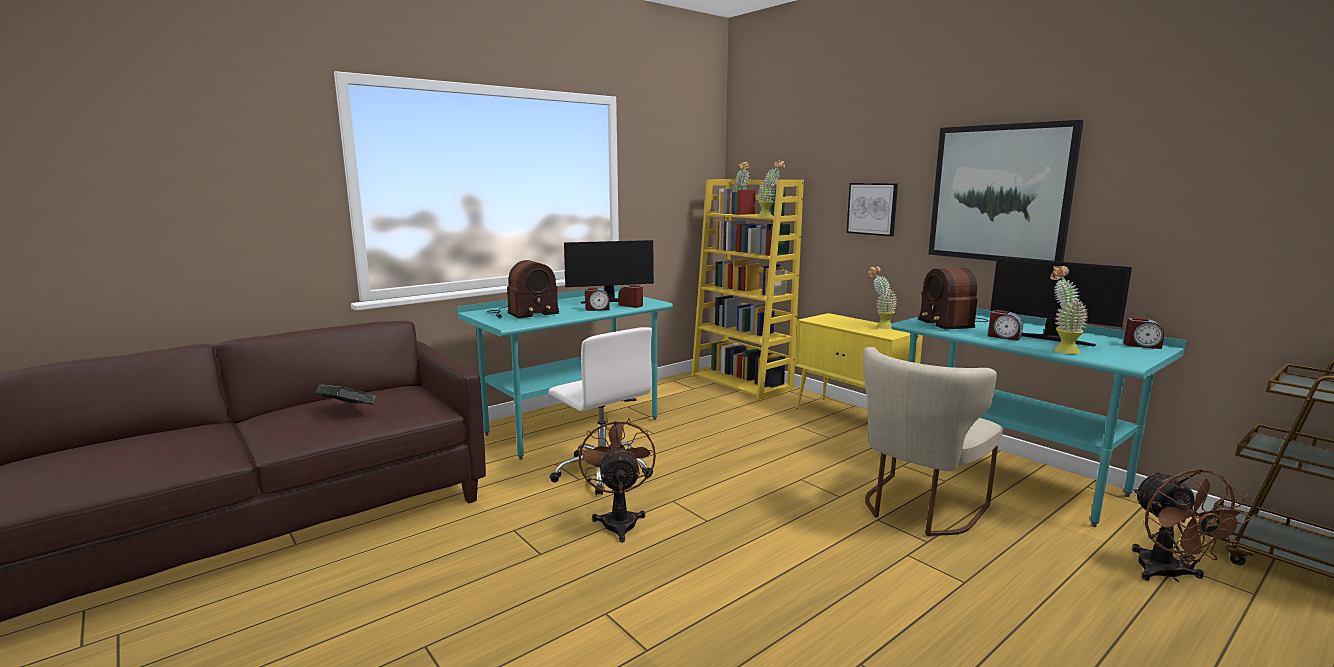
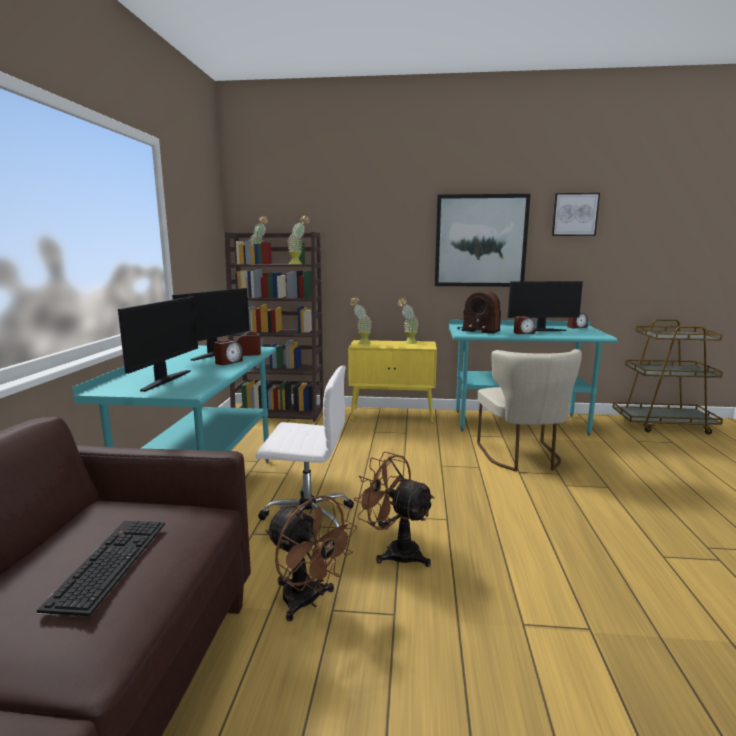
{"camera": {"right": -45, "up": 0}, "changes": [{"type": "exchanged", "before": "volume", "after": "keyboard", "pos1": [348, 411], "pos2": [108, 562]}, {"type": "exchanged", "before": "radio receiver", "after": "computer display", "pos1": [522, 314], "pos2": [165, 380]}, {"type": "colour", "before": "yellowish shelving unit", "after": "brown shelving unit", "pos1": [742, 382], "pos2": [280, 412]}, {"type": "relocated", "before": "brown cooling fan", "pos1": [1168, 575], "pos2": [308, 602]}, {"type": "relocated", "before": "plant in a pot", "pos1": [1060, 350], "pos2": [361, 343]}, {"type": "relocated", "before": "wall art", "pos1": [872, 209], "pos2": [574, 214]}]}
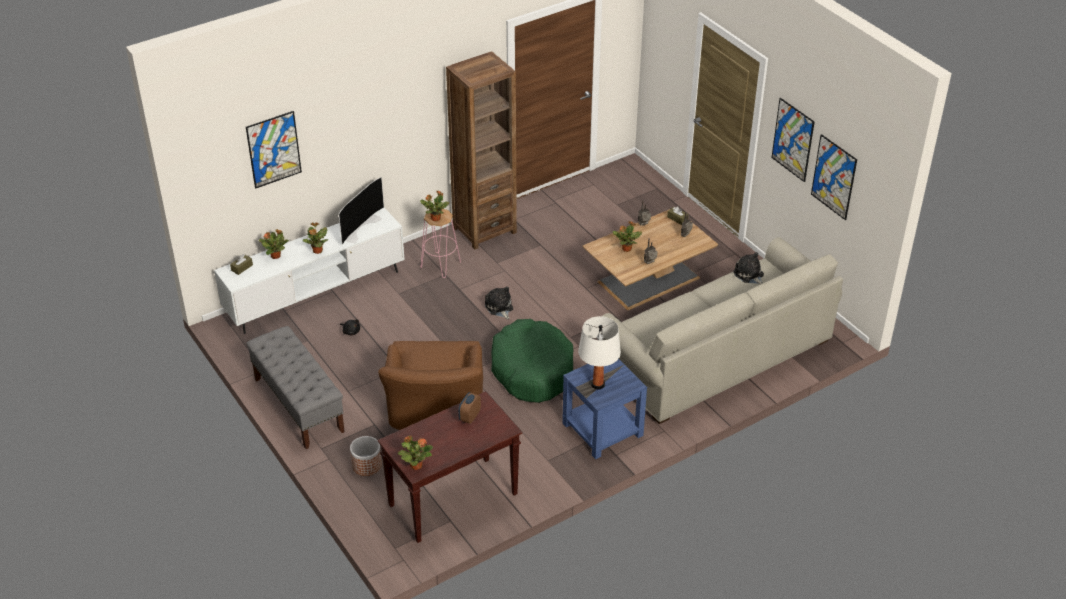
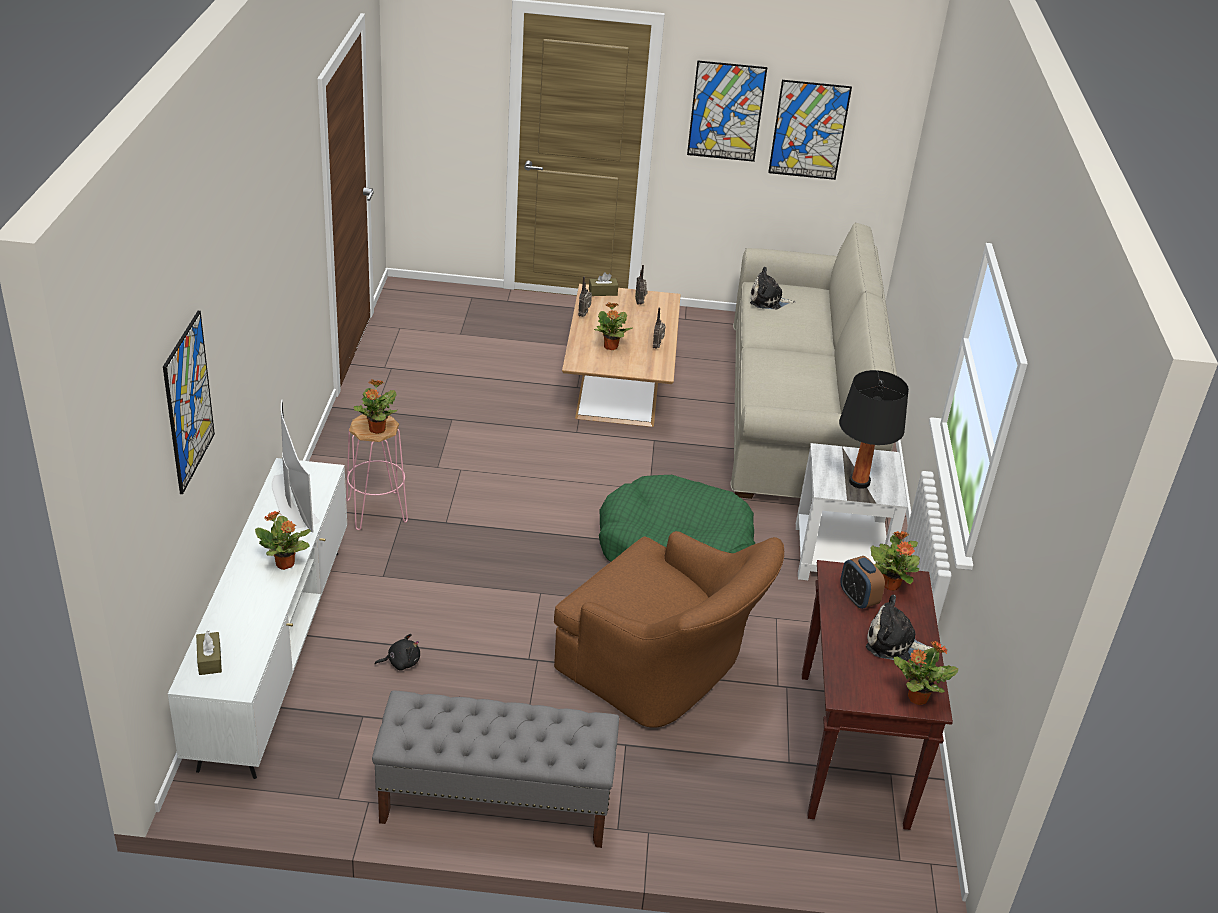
{"camera": {"right": -55, "up": -5}, "changes": [{"type": "colour", "before": "blue accent table", "after": "whitish accent table", "pos1": [602, 430], "pos2": [841, 556]}, {"type": "colour", "before": "whitish lamp for a table", "after": "blackish lamp for a table", "pos1": [598, 384], "pos2": [859, 482]}, {"type": "relocated", "before": "plush toy", "pos1": [499, 308], "pos2": [894, 643]}, {"type": "relocated", "before": "plant in a pot", "pos1": [276, 256], "pos2": [890, 584]}, {"type": "missing", "before": "plant pot", "pos1": [366, 465]}, {"type": "missing", "before": "brown shelving unit", "pos1": [484, 230]}]}
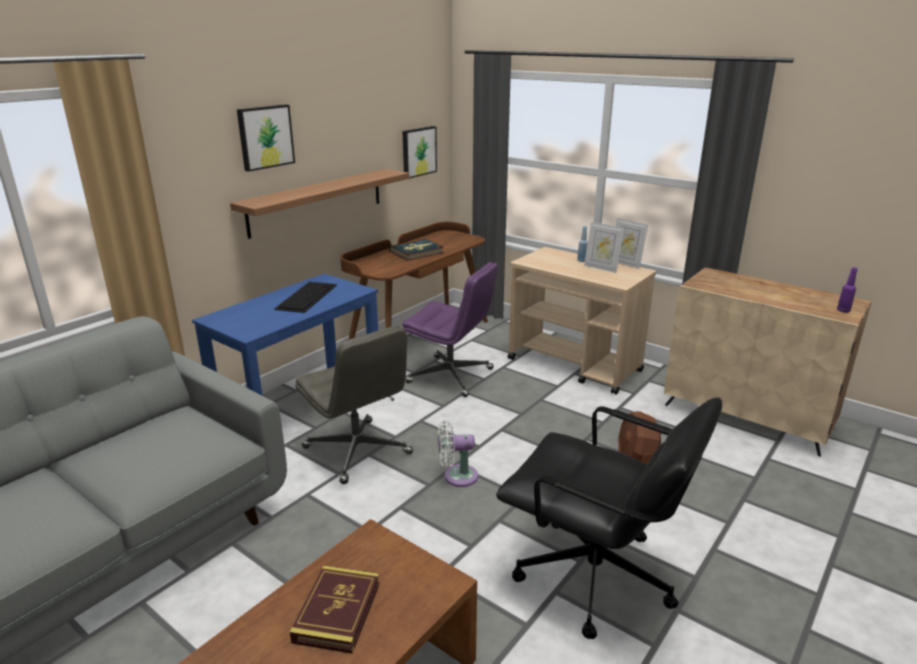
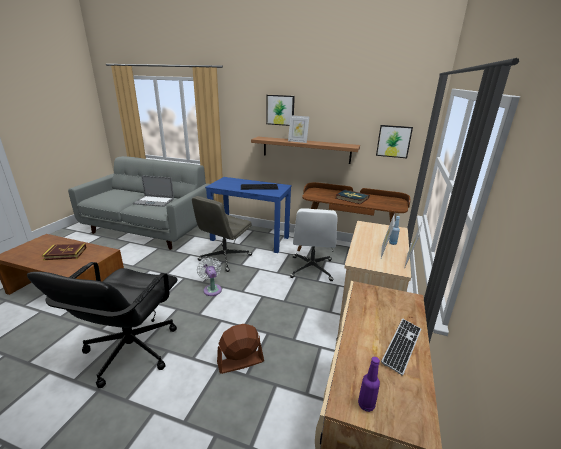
{"camera": {"right": 70, "up": 0}, "changes": [{"type": "appeared", "after": "portable computer", "pos2": [154, 201]}, {"type": "appeared", "after": "standing frame", "pos2": [297, 141]}, {"type": "colour", "before": "purple-coloured desk chair", "after": "whitish desk chair", "pos1": [451, 376], "pos2": [311, 269]}, {"type": "appeared", "after": "keyboard", "pos2": [402, 346]}]}
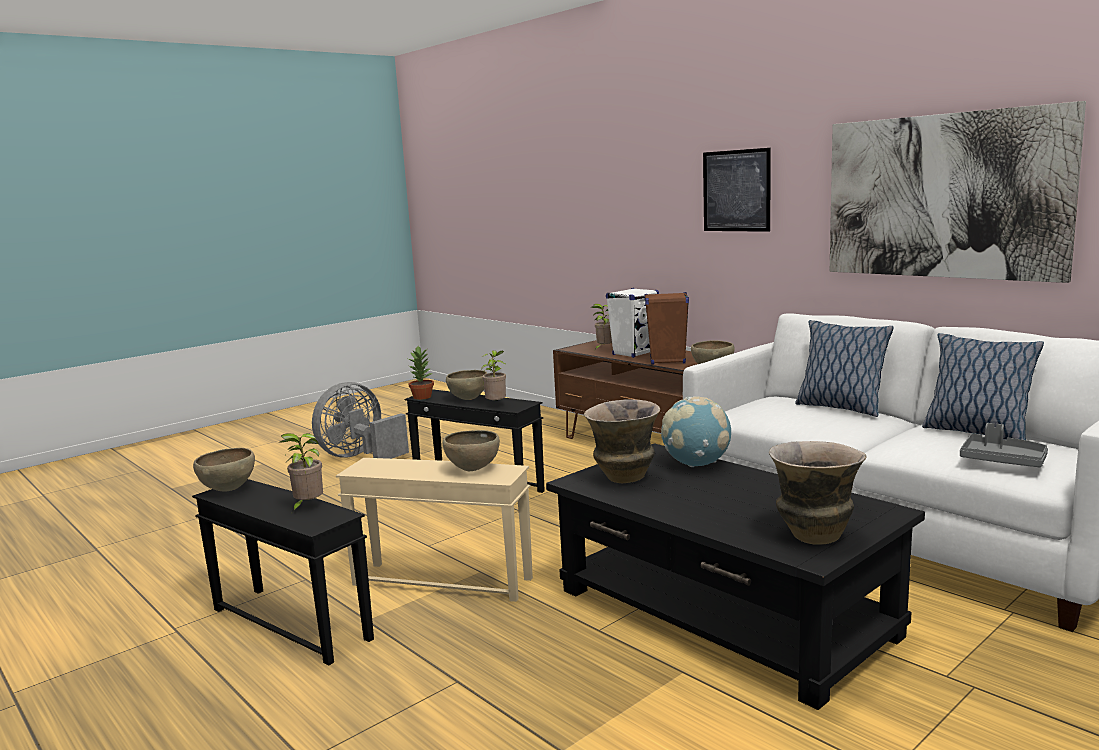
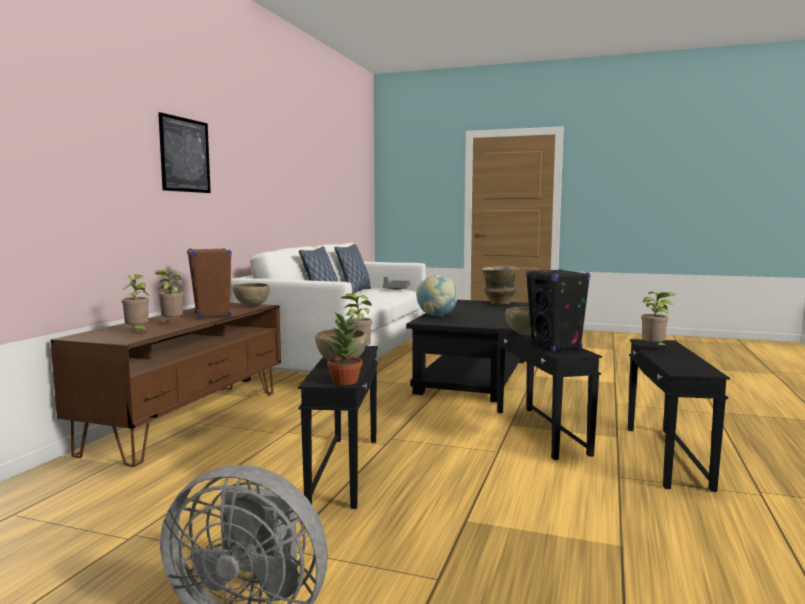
{"camera": {"right": -120, "up": -5}, "changes": [{"type": "exchanged", "before": "whitish loudspeaker", "after": "plant in a pot", "pos1": [633, 353], "pos2": [171, 323]}, {"type": "colour", "before": "beige accent table", "after": "blackish accent table", "pos1": [442, 581], "pos2": [539, 431]}, {"type": "appeared", "after": "blackish loudspeaker", "pos2": [556, 346]}, {"type": "missing", "before": "brown bowl", "pos1": [228, 490]}, {"type": "missing", "before": "decorative vase", "pos1": [624, 478]}, {"type": "missing", "before": "wall art", "pos1": [943, 196]}]}
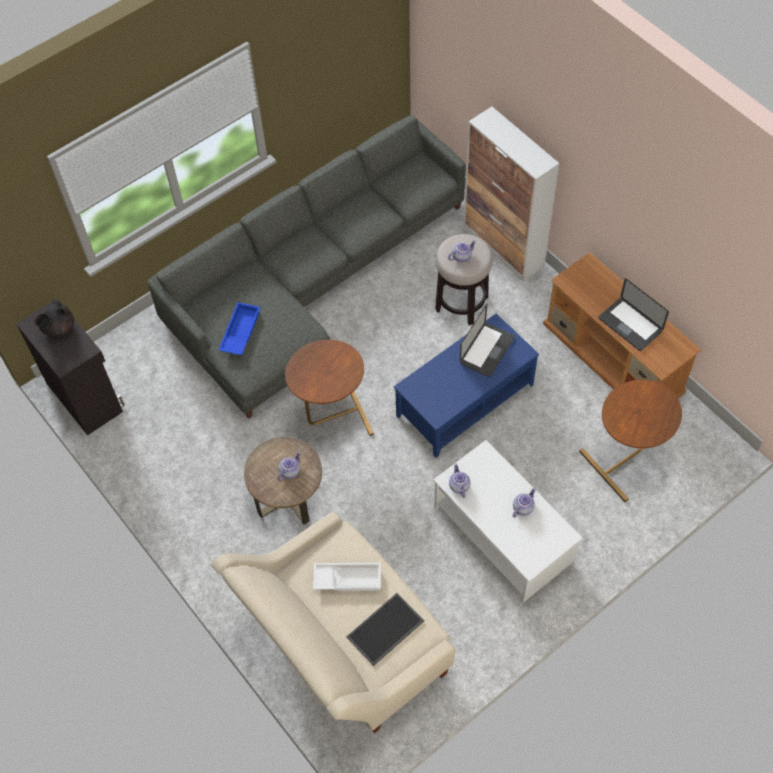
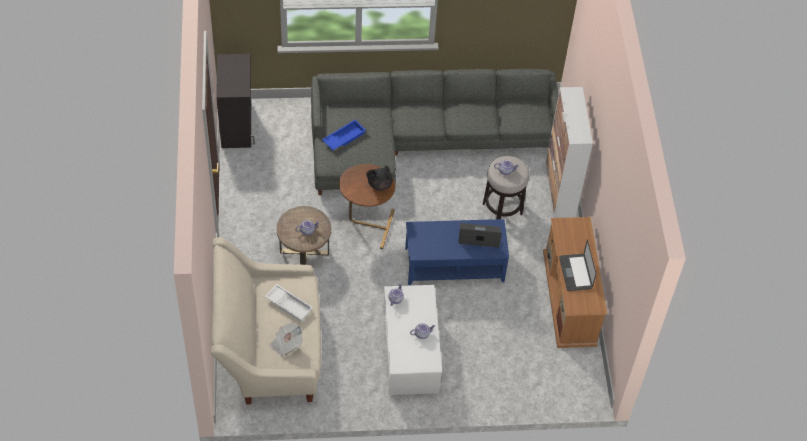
{"camera": {"right": 30, "up": -5}, "changes": [{"type": "exchanged", "before": "tray", "after": "daily paper", "pos1": [385, 630], "pos2": [286, 344]}, {"type": "relocated", "before": "blackish tea pot", "pos1": [58, 328], "pos2": [379, 184]}, {"type": "spun", "before": "portable computer", "pos1": [487, 350], "pos2": [479, 236], "turn": -150}, {"type": "missing", "before": "brown accent table", "pos1": [626, 460]}]}
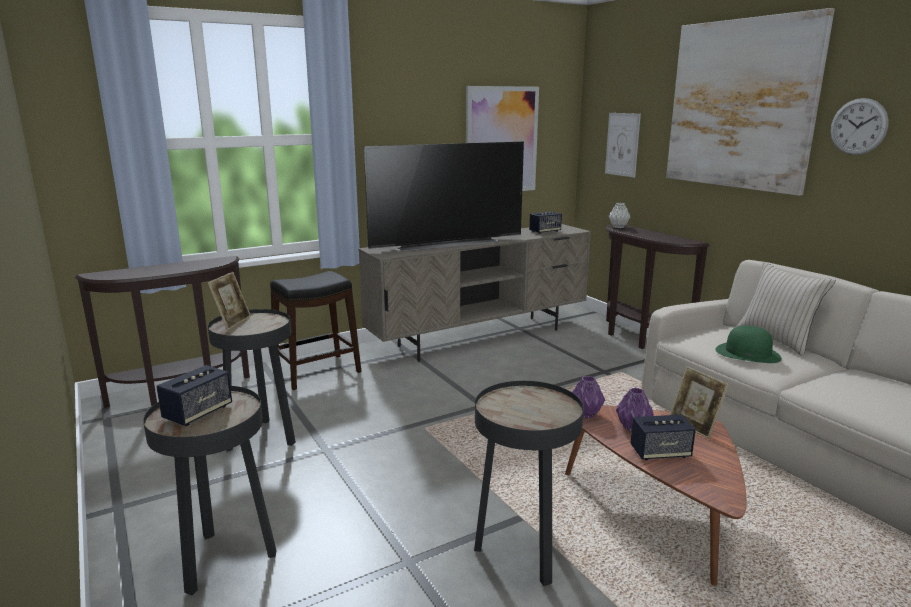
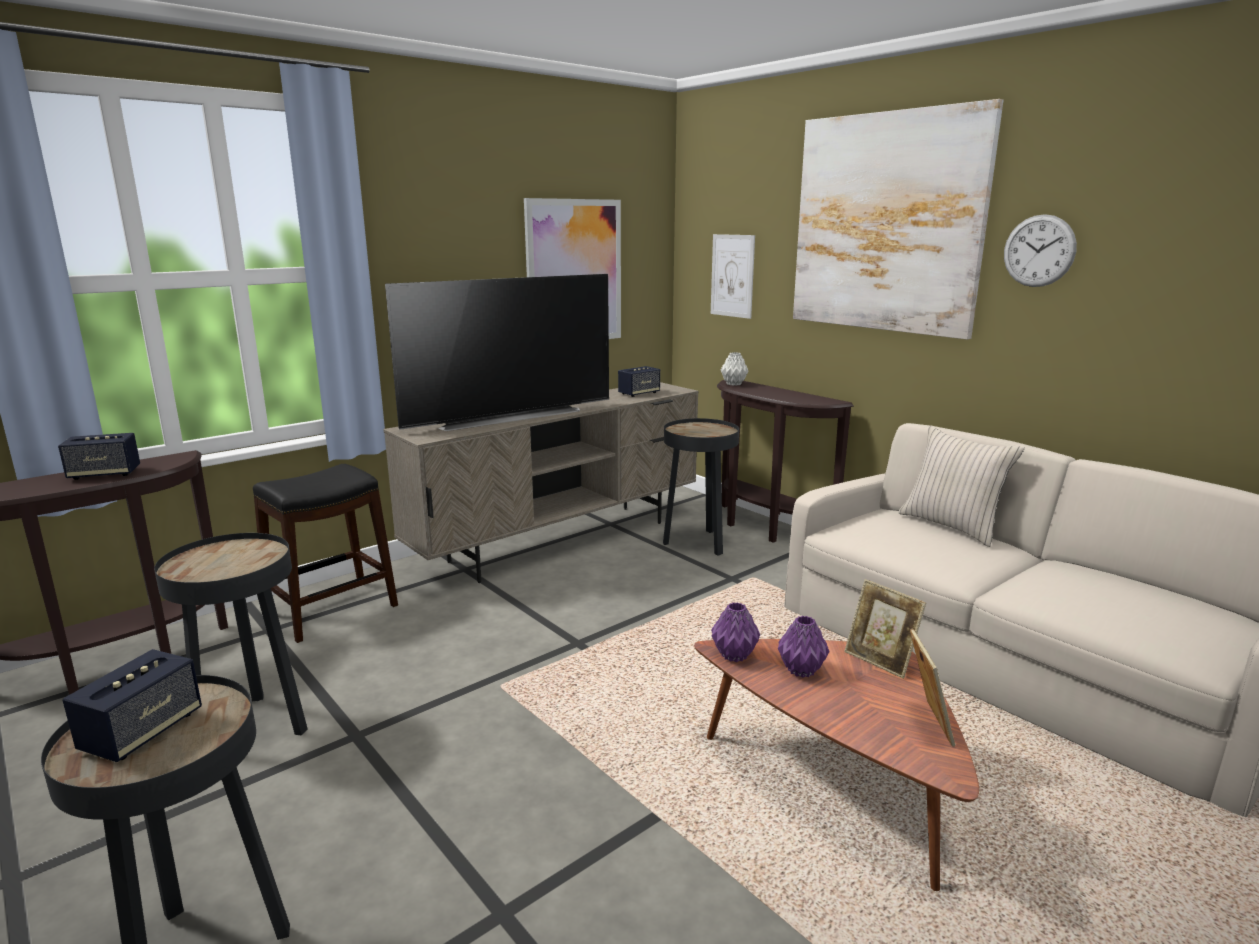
{"camera": {"right": -10, "up": 0}, "changes": [{"type": "relocated", "before": "loudspeaker", "pos1": [660, 453], "pos2": [104, 474]}, {"type": "relocated", "before": "blackish accent table", "pos1": [522, 553], "pos2": [697, 544]}, {"type": "relocated", "before": "standing frame", "pos1": [232, 322], "pos2": [926, 722]}, {"type": "missing", "before": "green wearable hat", "pos1": [748, 353]}]}
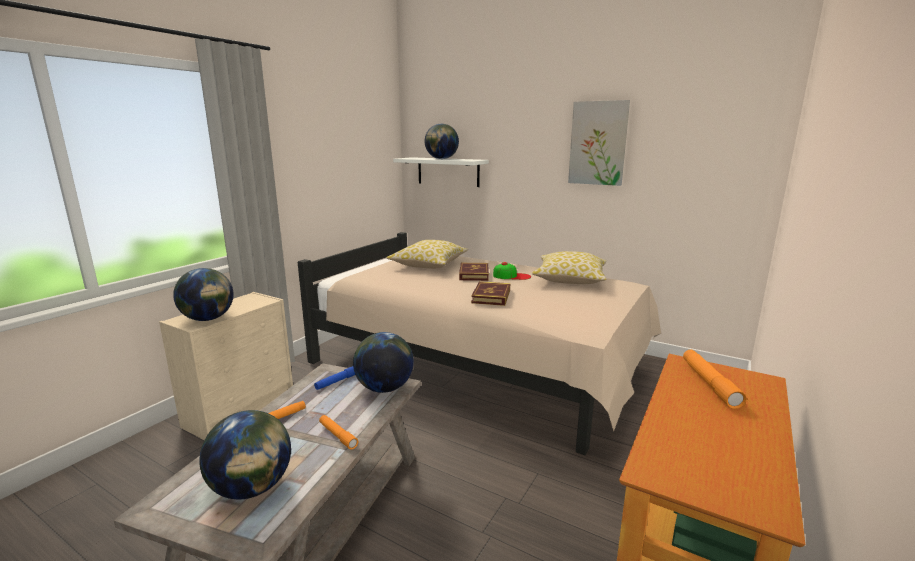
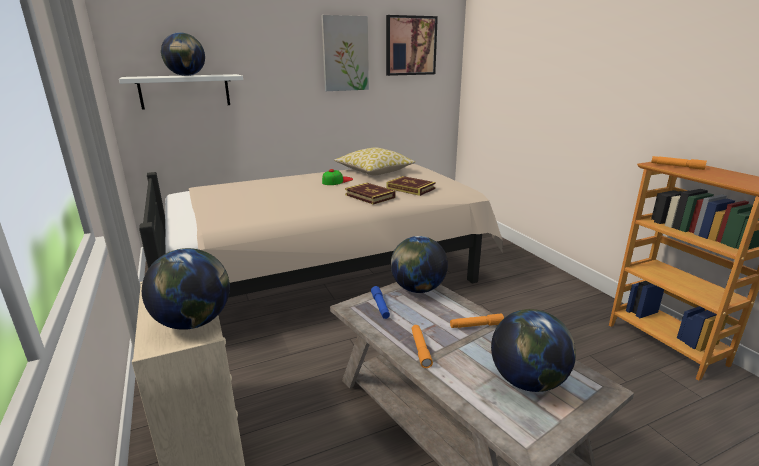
{"camera": {"right": -55, "up": 5}, "changes": [{"type": "appeared", "after": "wall art", "pos2": [410, 46]}, {"type": "relocated", "before": "volume", "pos1": [474, 274], "pos2": [410, 188]}, {"type": "missing", "before": "cushion", "pos1": [428, 264]}]}
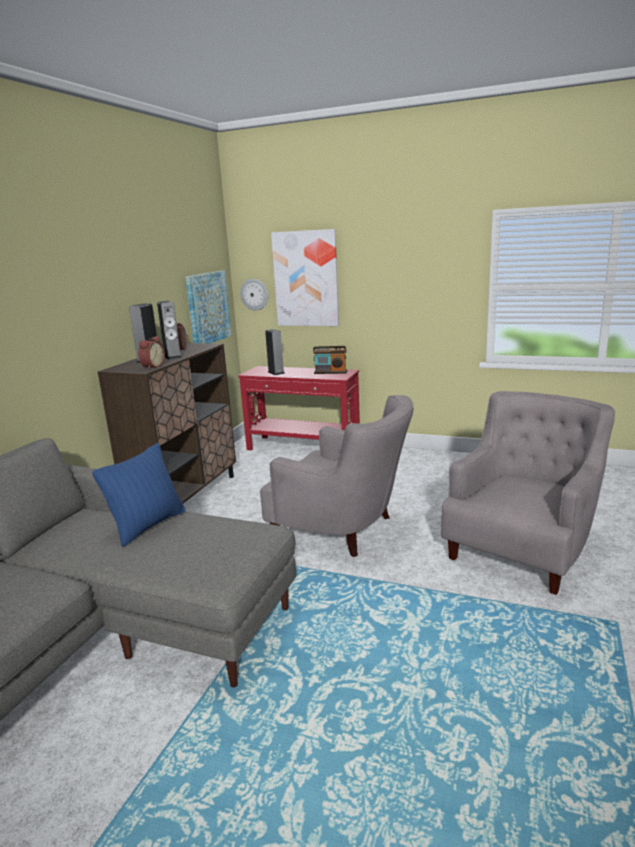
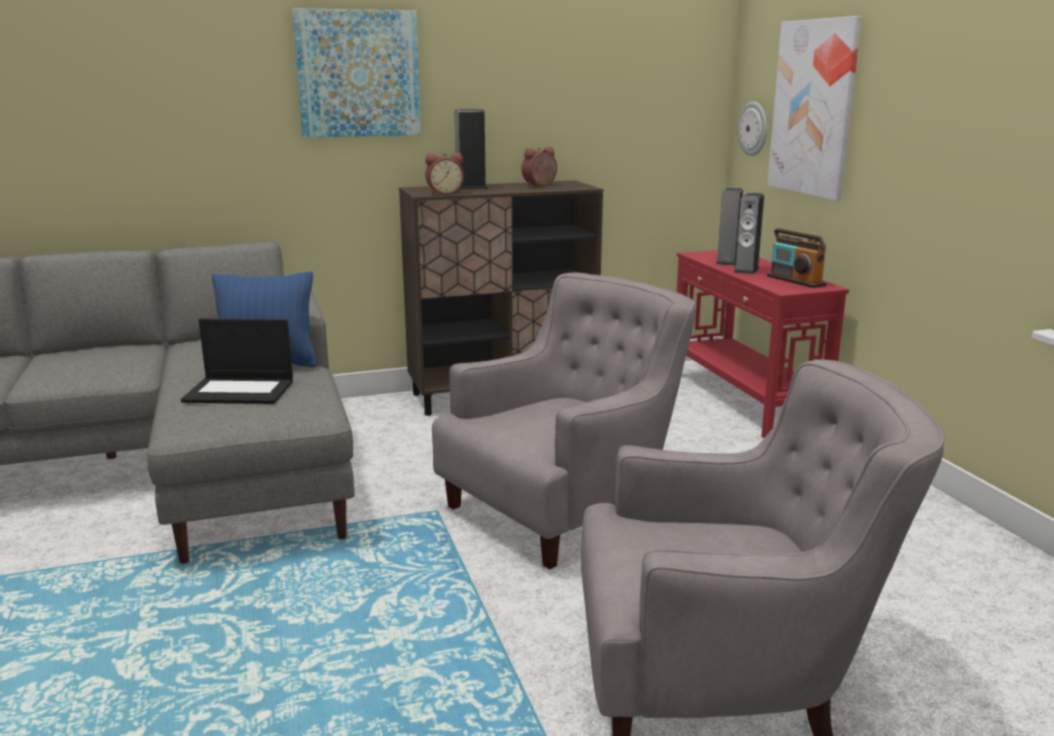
{"camera": {"right": 50, "up": 0}, "changes": [{"type": "appeared", "after": "portable computer", "pos2": [241, 391]}, {"type": "relocated", "before": "wall art", "pos1": [208, 308], "pos2": [358, 74]}, {"type": "spun", "before": "grey easy chair", "pos1": [343, 529], "pos2": [565, 507], "turn": -120}, {"type": "relocated", "before": "loudspeaker", "pos1": [172, 356], "pos2": [746, 270]}]}
